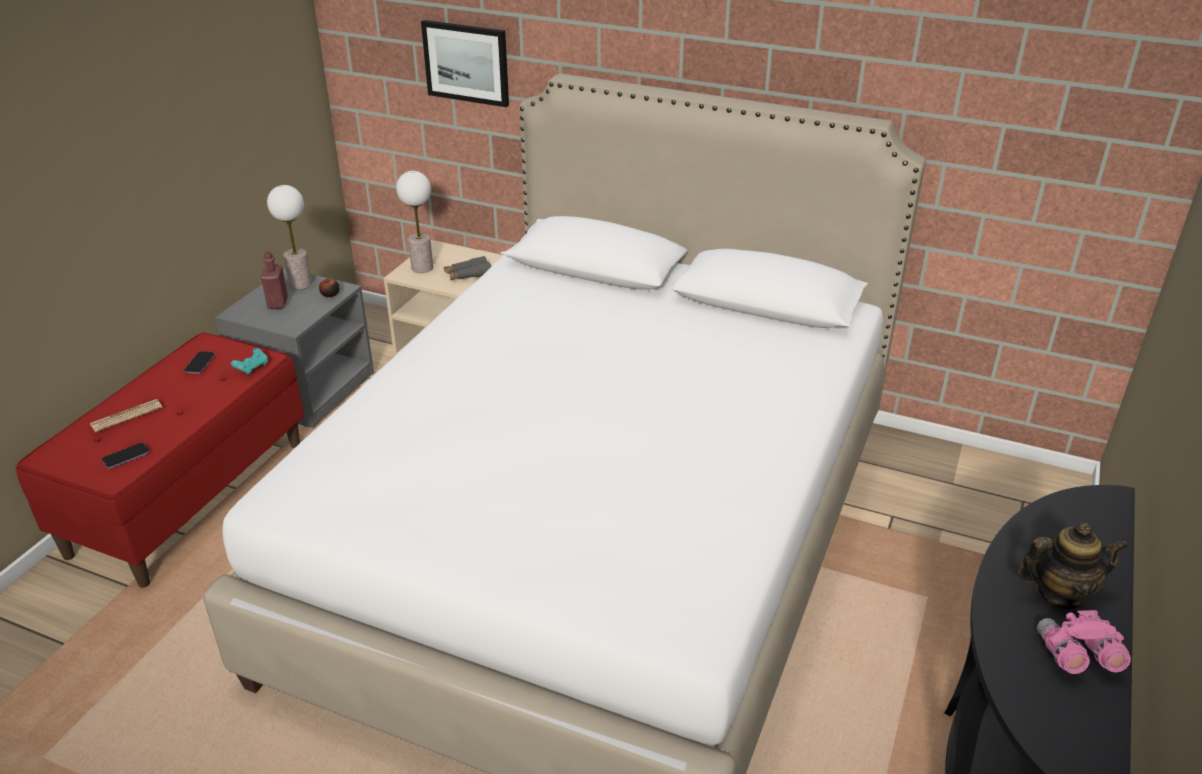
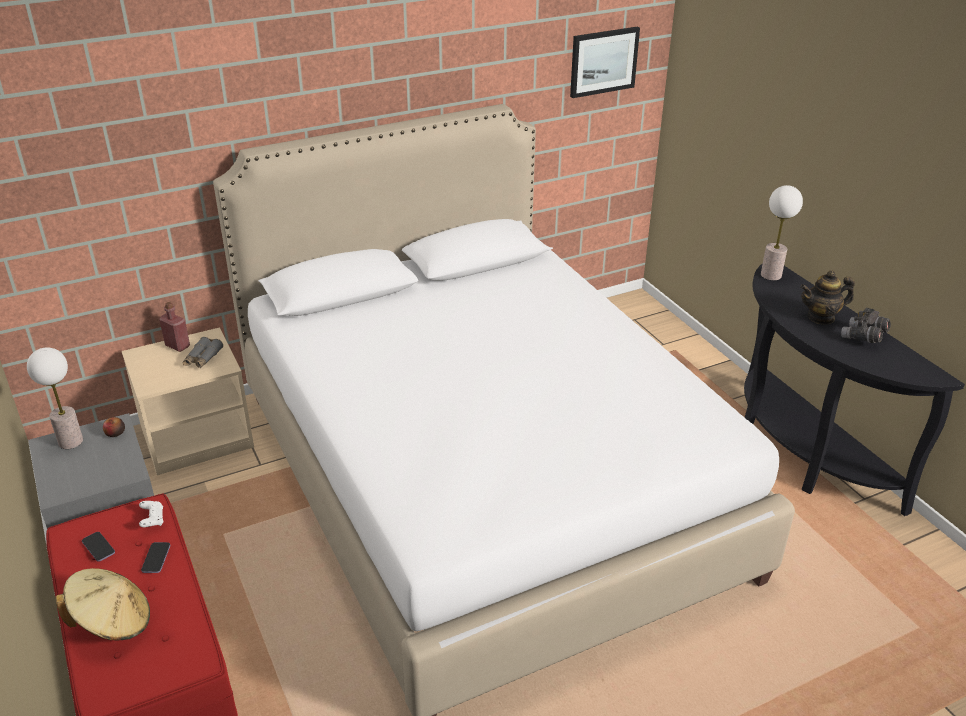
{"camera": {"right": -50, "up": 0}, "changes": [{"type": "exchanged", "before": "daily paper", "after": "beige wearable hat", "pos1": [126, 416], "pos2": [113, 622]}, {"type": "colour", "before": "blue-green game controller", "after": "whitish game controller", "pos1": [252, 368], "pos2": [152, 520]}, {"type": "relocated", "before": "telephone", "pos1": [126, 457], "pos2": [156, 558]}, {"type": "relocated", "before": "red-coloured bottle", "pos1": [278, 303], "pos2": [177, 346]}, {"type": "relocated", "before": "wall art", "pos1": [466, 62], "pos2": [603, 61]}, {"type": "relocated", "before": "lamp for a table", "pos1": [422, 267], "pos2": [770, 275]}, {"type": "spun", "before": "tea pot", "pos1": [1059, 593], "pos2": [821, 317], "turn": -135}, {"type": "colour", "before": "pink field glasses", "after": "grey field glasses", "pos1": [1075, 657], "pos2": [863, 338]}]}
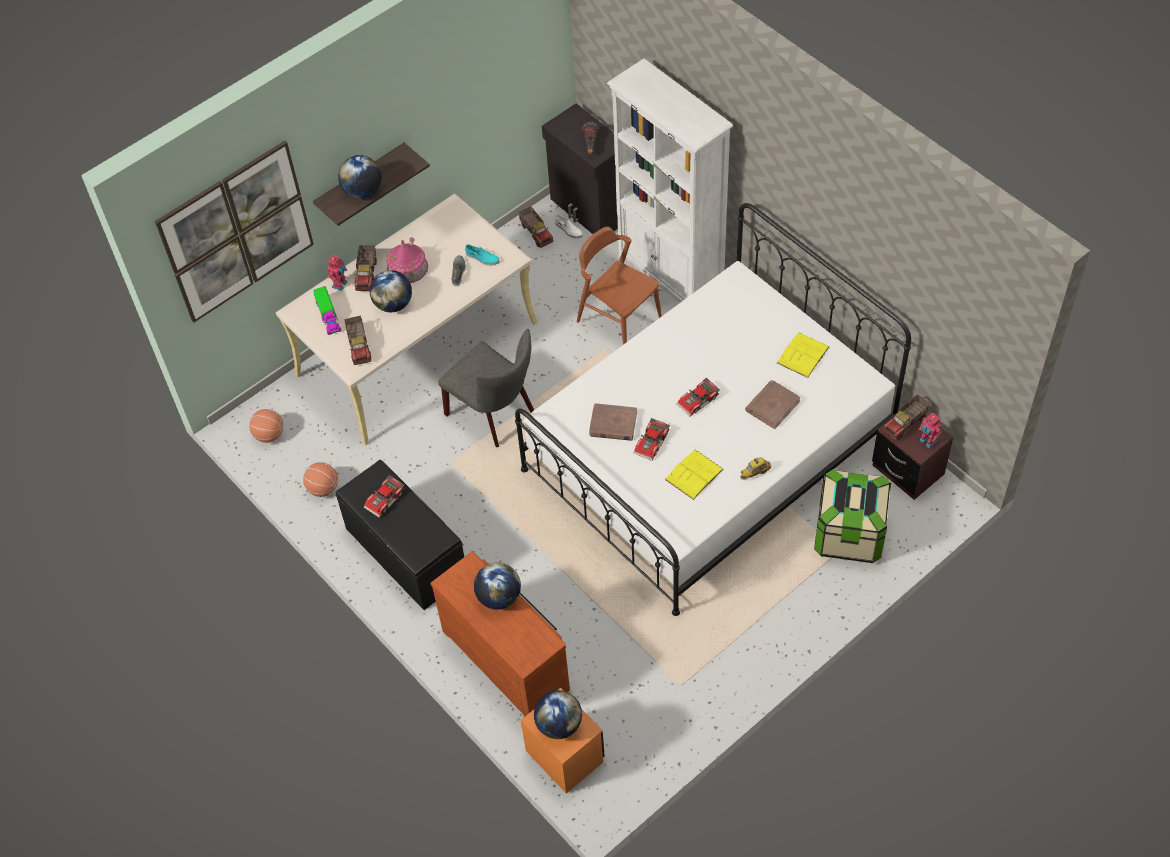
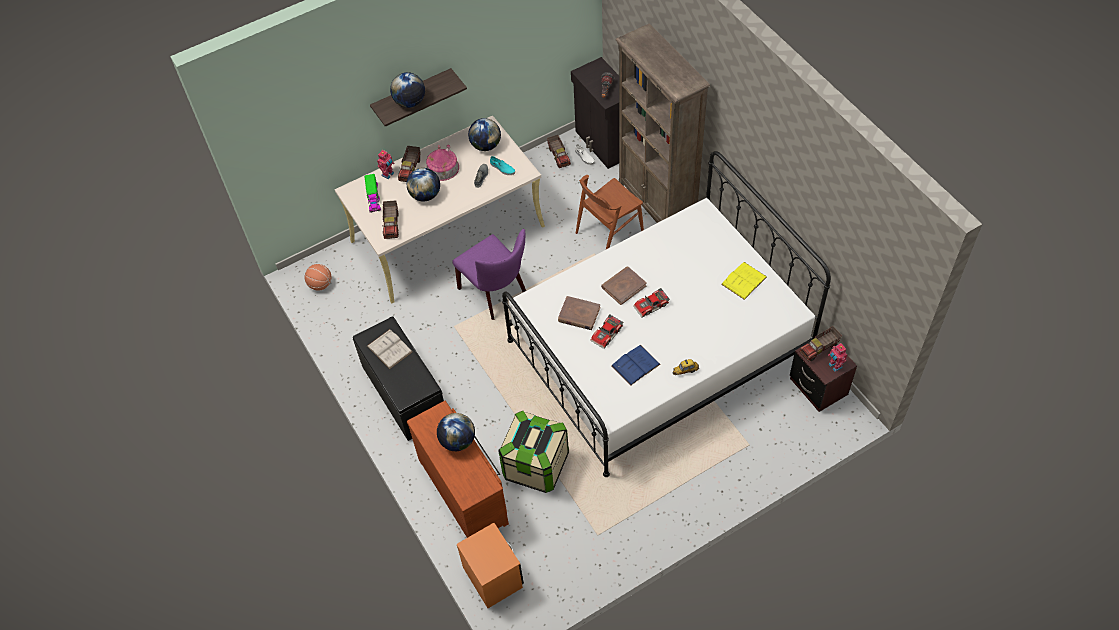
{"camera": {"right": 10, "up": 0}, "changes": [{"type": "exchanged", "before": "toy car", "after": "whitish volume", "pos1": [386, 500], "pos2": [389, 349]}, {"type": "colour", "before": "grey upright chair", "after": "purple-coloured upright chair", "pos1": [495, 415], "pos2": [496, 294]}, {"type": "relocated", "before": "world globe", "pos1": [559, 724], "pos2": [486, 145]}, {"type": "relocated", "before": "storage box", "pos1": [849, 535], "pos2": [536, 465]}, {"type": "spun", "before": "brown upright chair", "pos1": [618, 320], "pos2": [609, 233], "turn": -90}, {"type": "relocated", "before": "brown volume", "pos1": [772, 405], "pos2": [623, 286]}, {"type": "colour", "before": "yellowish volume", "after": "blue volume", "pos1": [694, 474], "pos2": [635, 365]}, {"type": "colour", "before": "whitish shelving unit", "after": "brown shelving unit", "pos1": [670, 277], "pos2": [657, 204]}, {"type": "missing", "before": "wall art", "pos1": [236, 232]}, {"type": "missing", "before": "basketball ball", "pos1": [323, 488]}]}
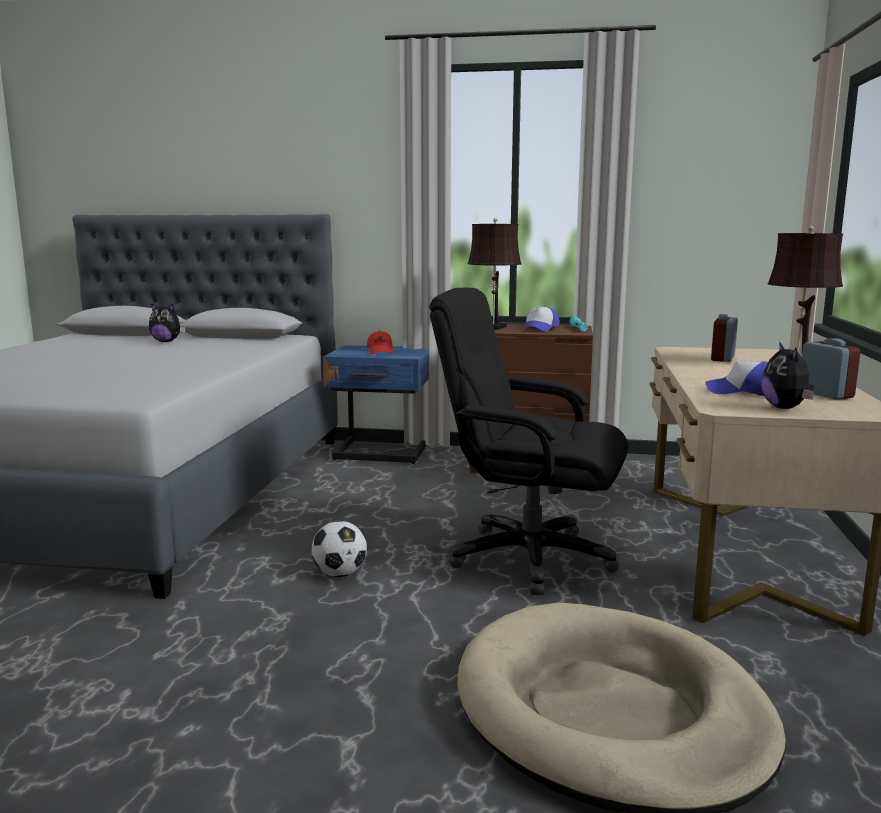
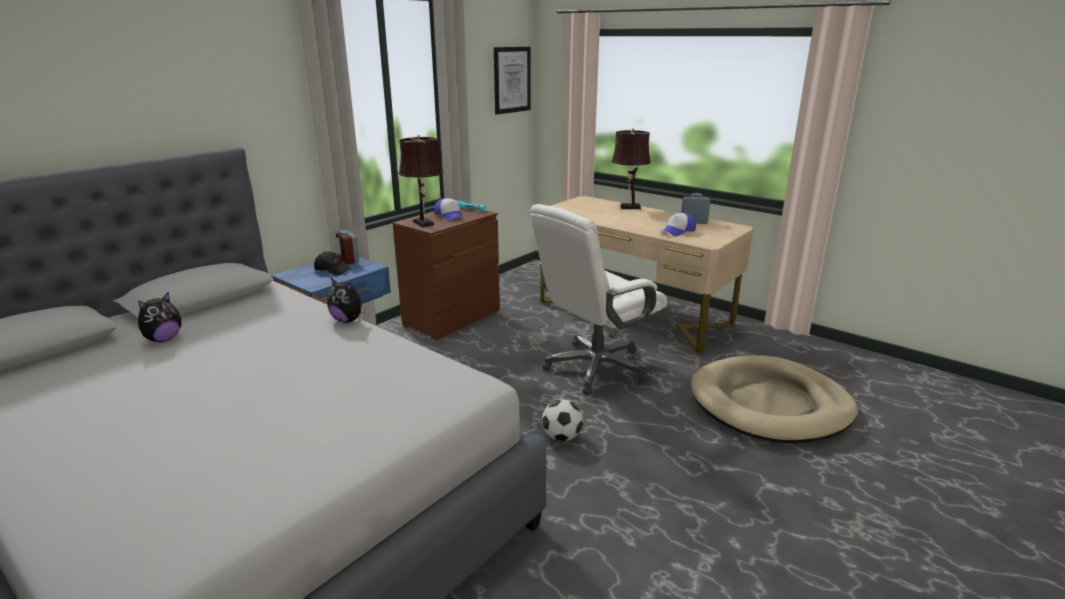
{"camera": {"right": -60, "up": 10}, "changes": [{"type": "colour", "before": "red-coloured cap", "after": "blackish cap", "pos1": [380, 351], "pos2": [333, 270]}, {"type": "relocated", "before": "plush toy", "pos1": [786, 408], "pos2": [348, 320]}, {"type": "relocated", "before": "alarm clock", "pos1": [722, 358], "pos2": [348, 260]}, {"type": "appeared", "after": "wall art", "pos2": [512, 80]}, {"type": "colour", "before": "blackish desk chair", "after": "whitish desk chair", "pos1": [529, 558], "pos2": [596, 368]}]}
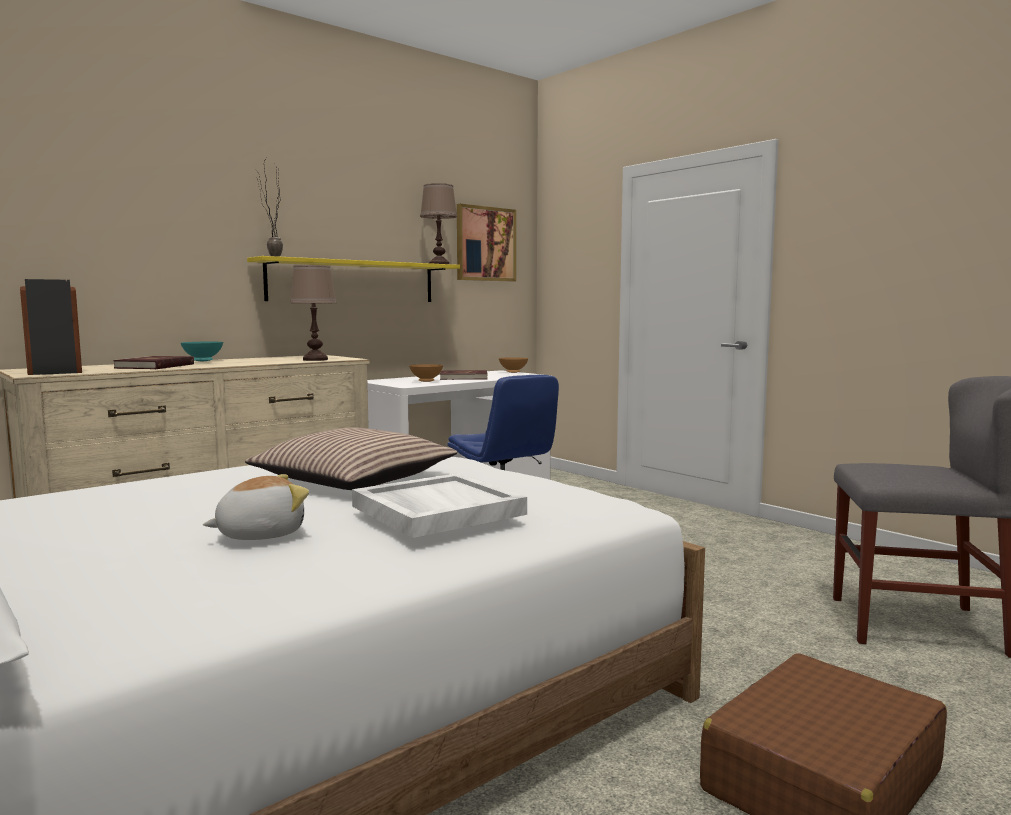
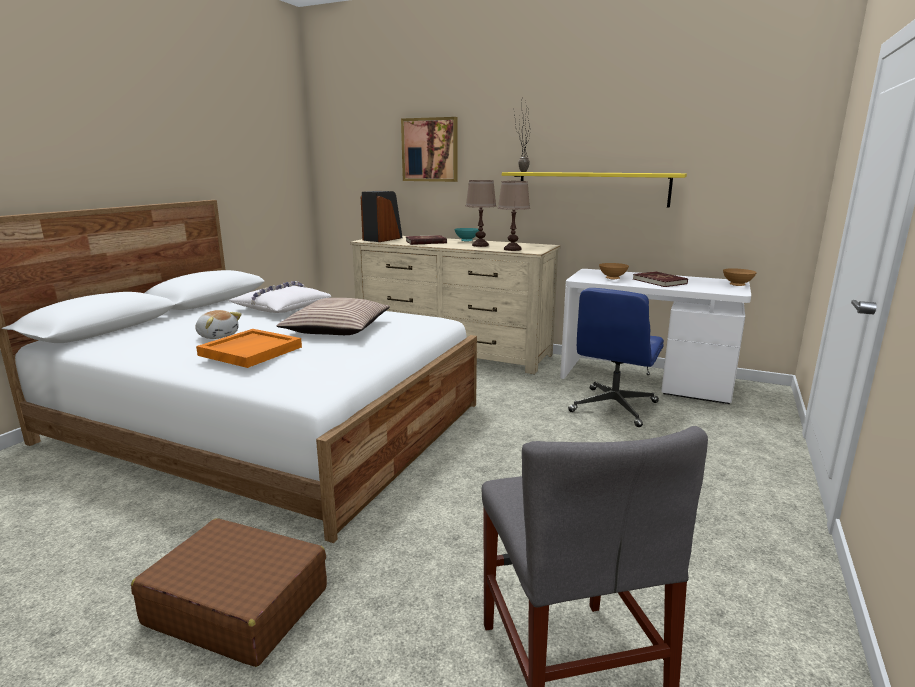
{"camera": {"right": 65, "up": 10}, "changes": [{"type": "colour", "before": "whitish tray", "after": "orangey tray", "pos1": [436, 510], "pos2": [251, 351]}, {"type": "appeared", "after": "whitish cushion", "pos2": [281, 307]}, {"type": "relocated", "before": "wall art", "pos1": [485, 244], "pos2": [430, 150]}, {"type": "relocated", "before": "brown lamp for a table", "pos1": [439, 264], "pos2": [480, 245]}]}
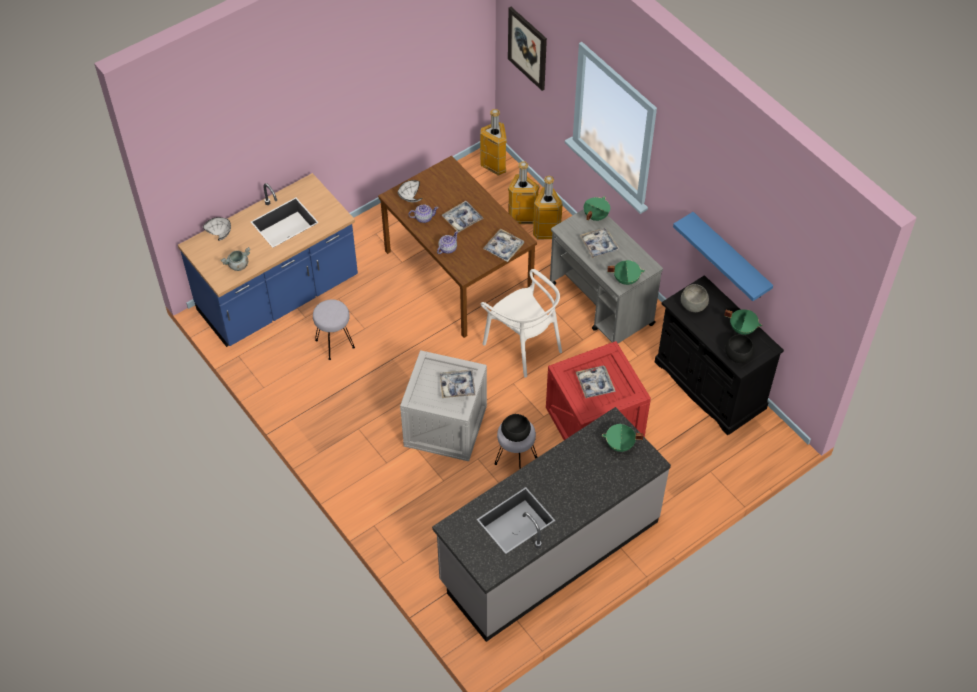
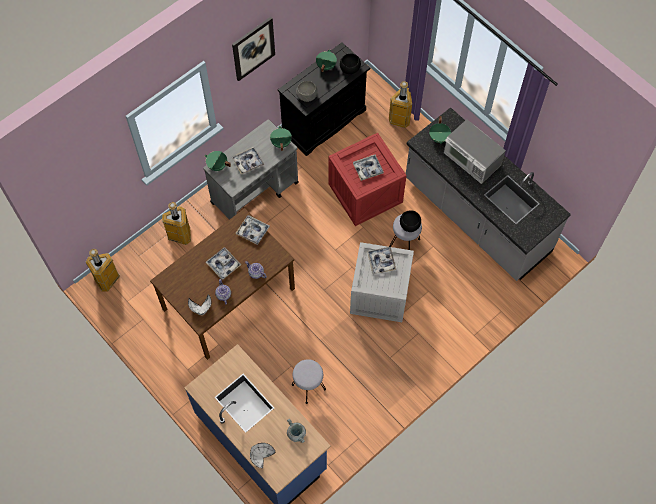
{"camera": {"right": -95, "up": 10}, "changes": [{"type": "relocated", "before": "wall art", "pos1": [527, 48], "pos2": [253, 48]}, {"type": "relocated", "before": "rubbish bin", "pos1": [522, 217], "pos2": [400, 118]}, {"type": "appeared", "after": "microwave oven", "pos2": [471, 160]}, {"type": "missing", "before": "whitish upright chair", "pos1": [523, 345]}, {"type": "missing", "before": "blue wall shelf", "pos1": [730, 257]}]}
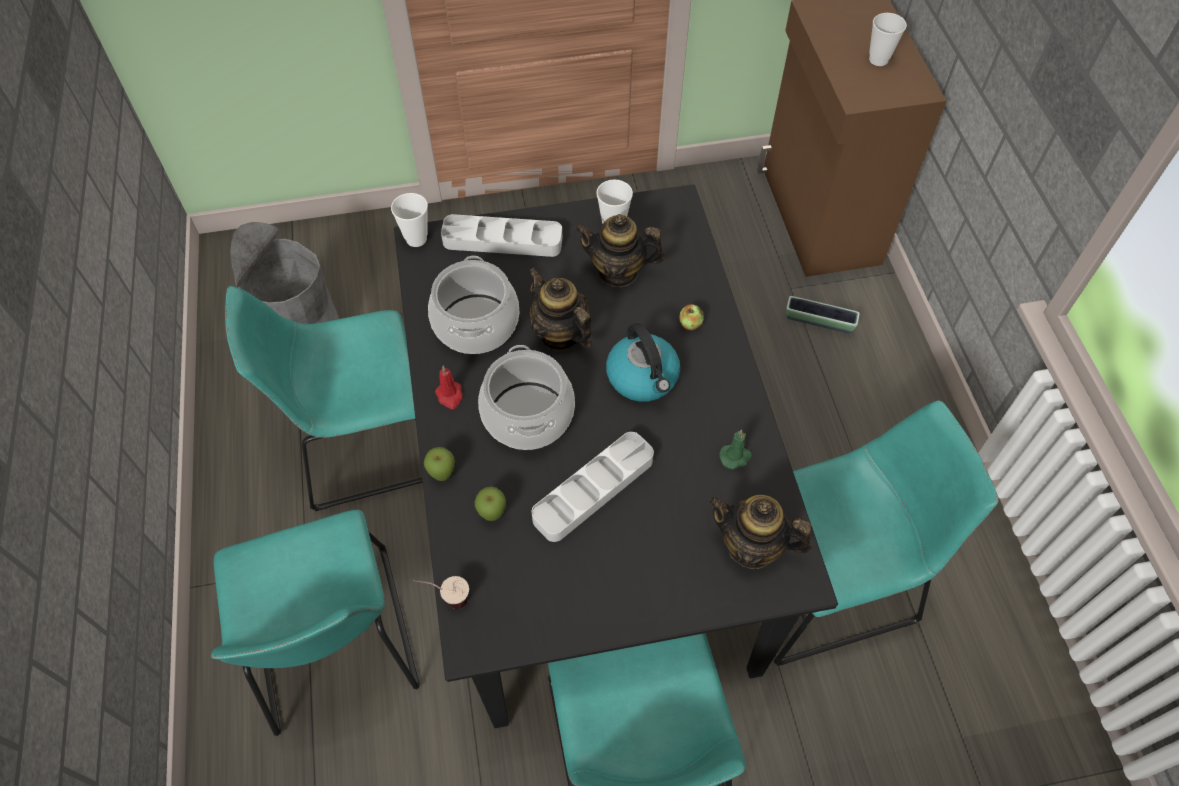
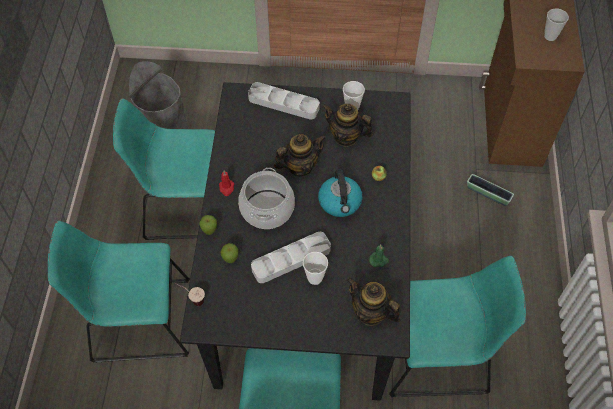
{"camera": {"right": 15, "up": 0}, "changes": [{"type": "spun", "before": "blue-green upright chair", "pos1": [335, 647], "pos2": [136, 320], "turn": 90}, {"type": "spun", "before": "tea pot", "pos1": [560, 334], "pos2": [300, 166], "turn": 90}, {"type": "relocated", "before": "cup", "pos1": [416, 239], "pos2": [315, 278]}, {"type": "missing", "before": "stockpot", "pos1": [476, 324]}]}
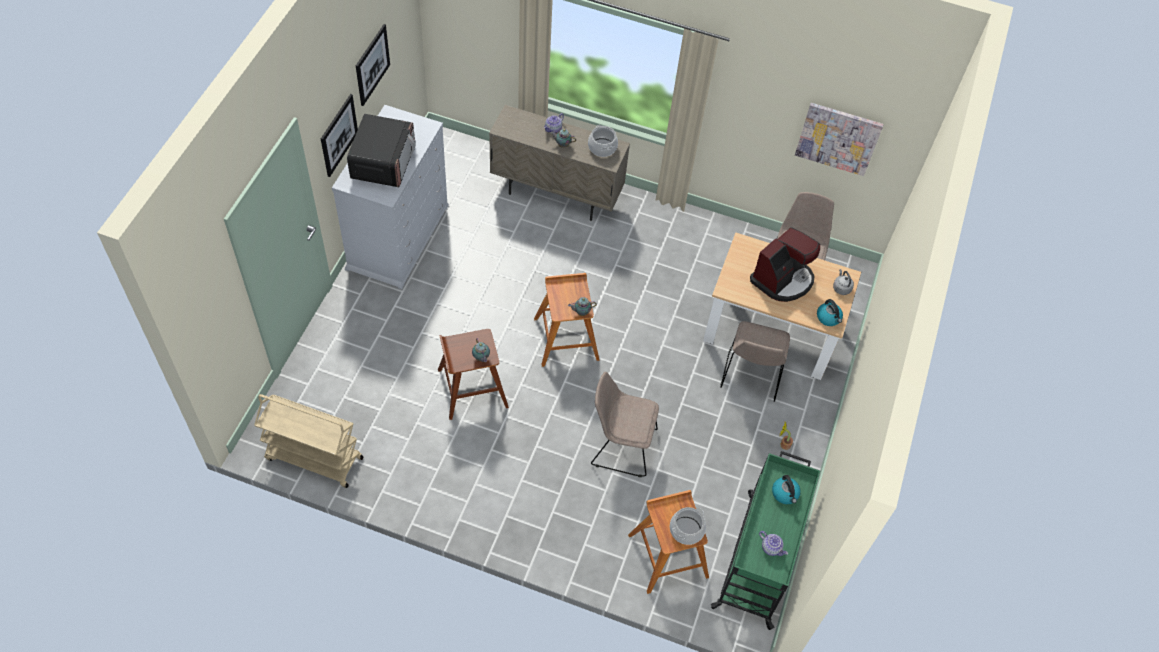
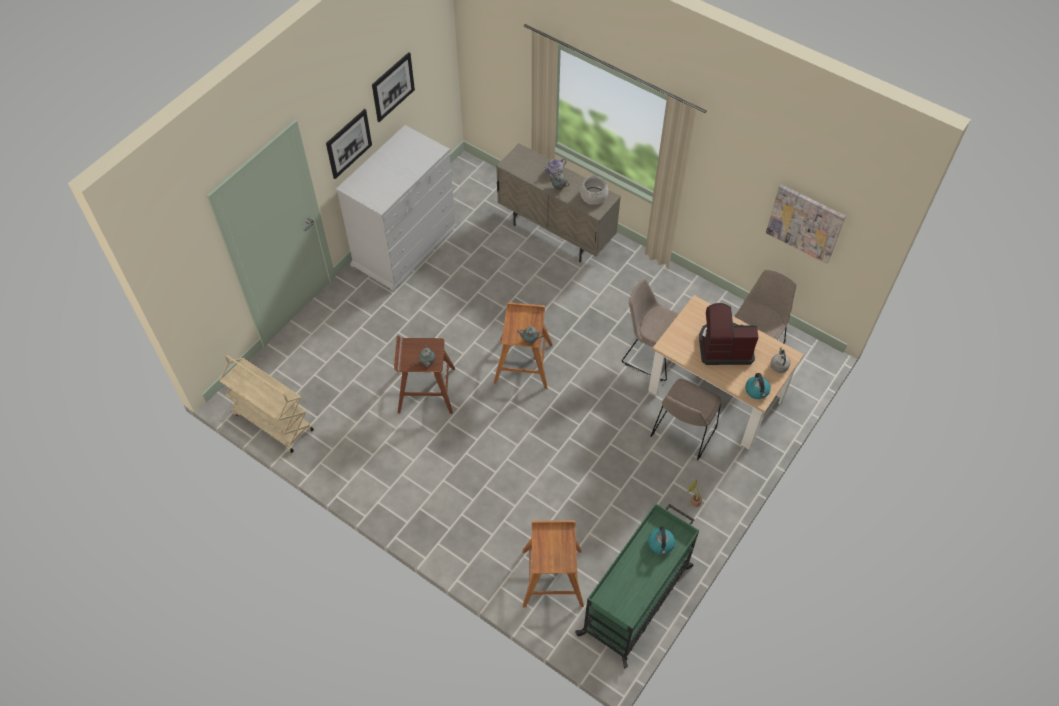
{"camera": {"right": 20, "up": 0}, "changes": [{"type": "relocated", "before": "beige upright chair", "pos1": [621, 445], "pos2": [651, 353]}, {"type": "spun", "before": "coffee machine", "pos1": [782, 279], "pos2": [724, 346], "turn": -150}, {"type": "missing", "before": "microwave oven", "pos1": [383, 162]}, {"type": "missing", "before": "stockpot", "pos1": [686, 530]}, {"type": "missing", "before": "tea pot", "pos1": [771, 548]}]}
